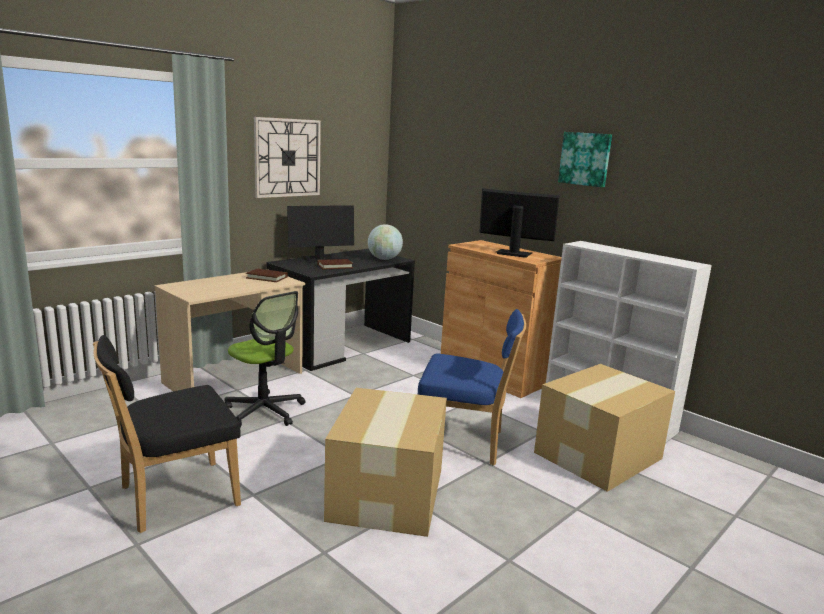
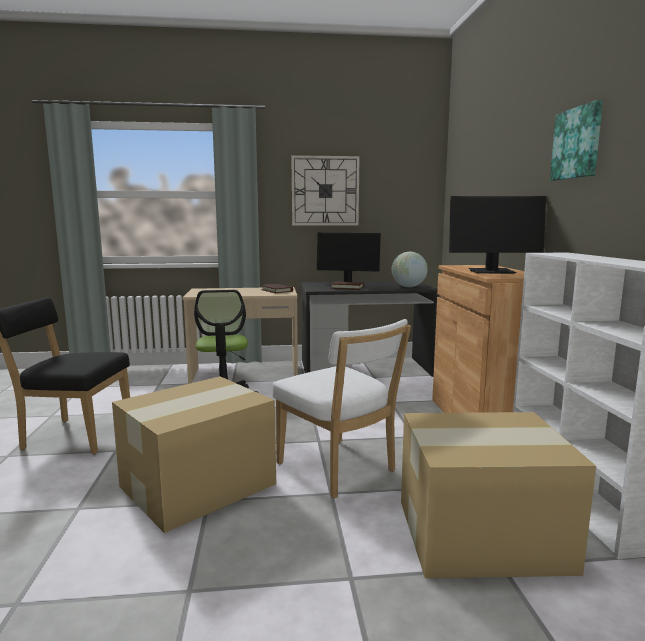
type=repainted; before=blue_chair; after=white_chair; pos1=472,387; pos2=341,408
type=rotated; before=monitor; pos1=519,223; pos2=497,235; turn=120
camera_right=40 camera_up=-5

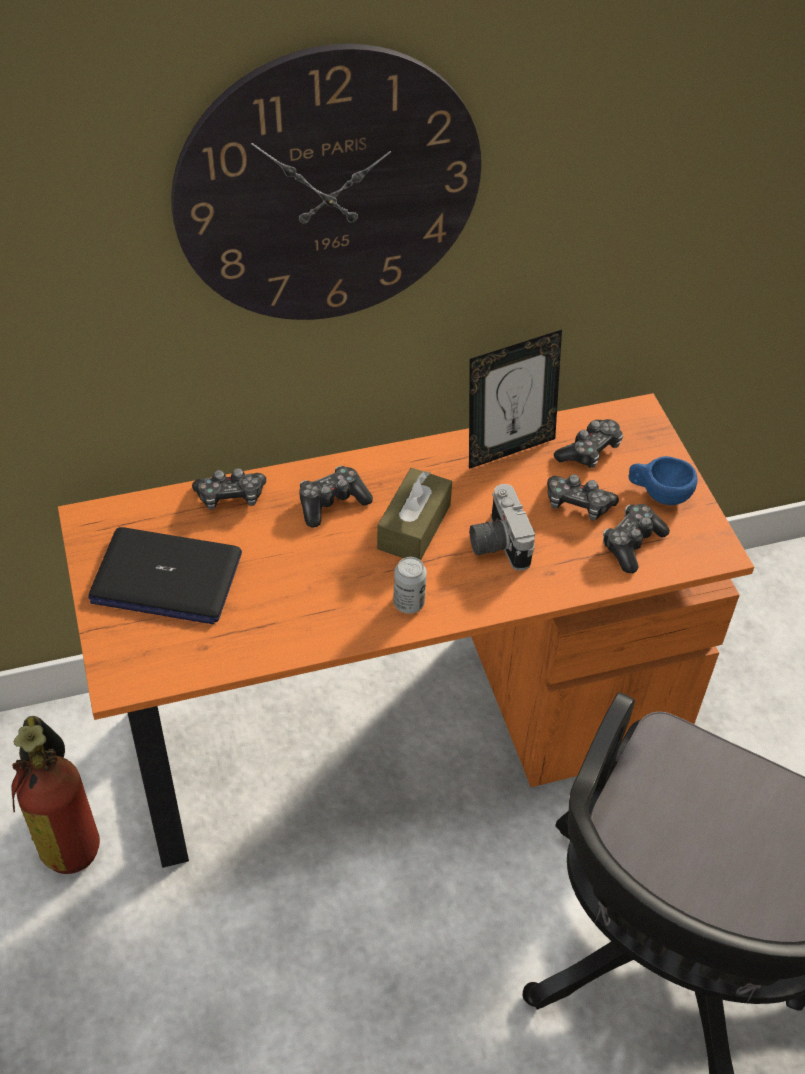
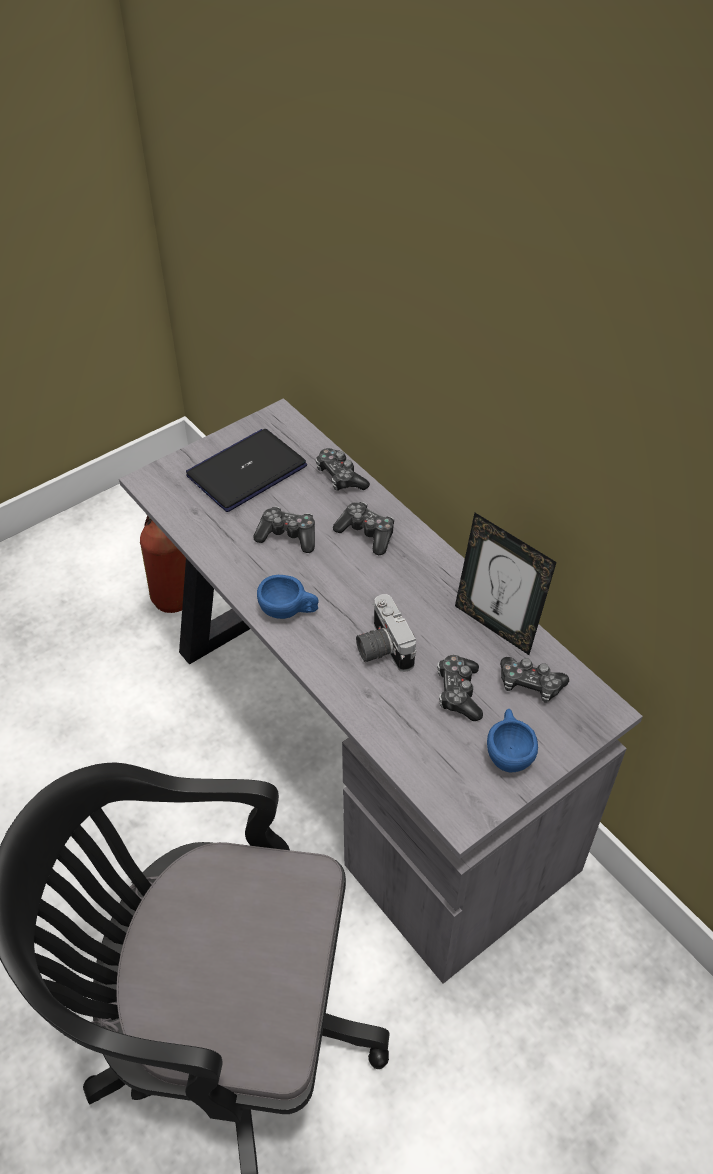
type=repainted; before=orange_desk; after=grey_desk; pos1=406,630; pos2=381,691
type=rotated; before=laptop; pos1=165,575; pos2=246,470; turn=60
type=gone; before=wall_clock; pos1=326,182
type=gone; before=brown_tissue_box; pos1=414,514
type=swapped; before=can; after=blue_cup; pos1=410,585; pos2=288,597
type=rotated; before=photo_camera; pos1=502,527; pos2=386,633; turn=-75
type=shifted; before=game_controller; pos1=636,538; pos2=284,530
camera_right=70 camera_up=0

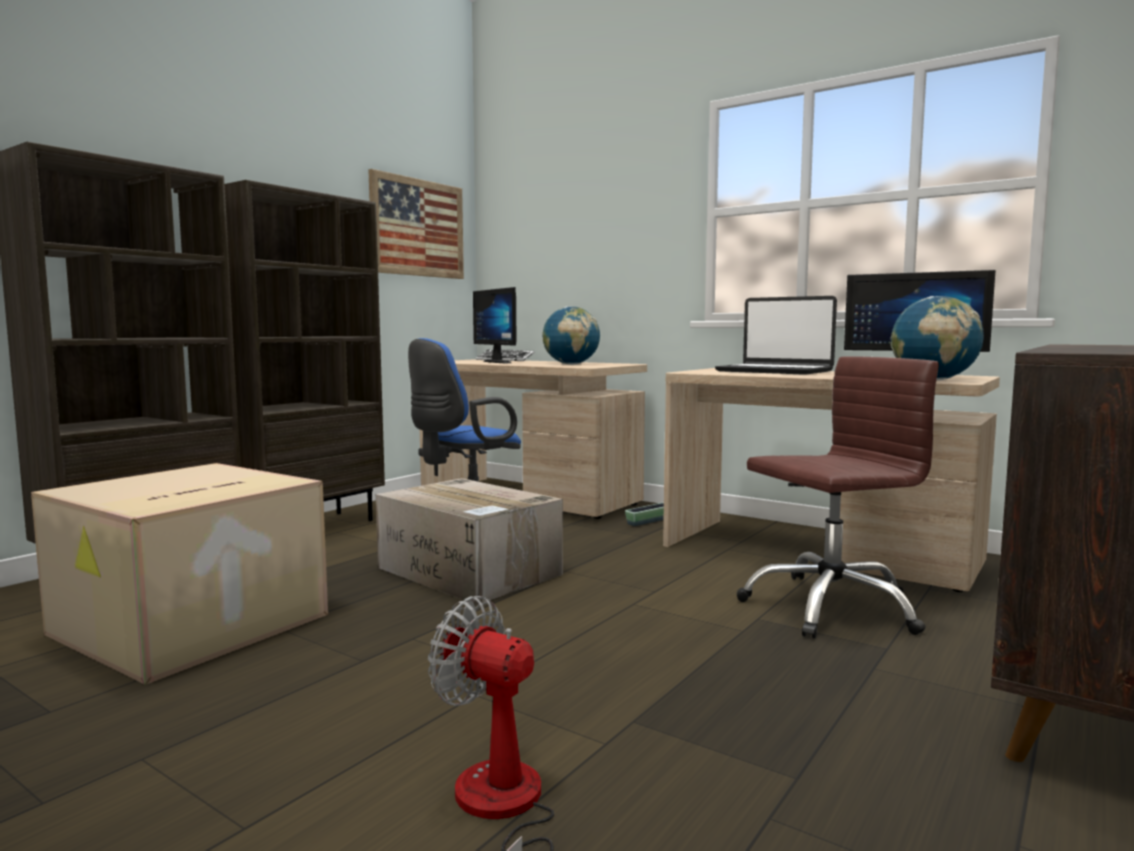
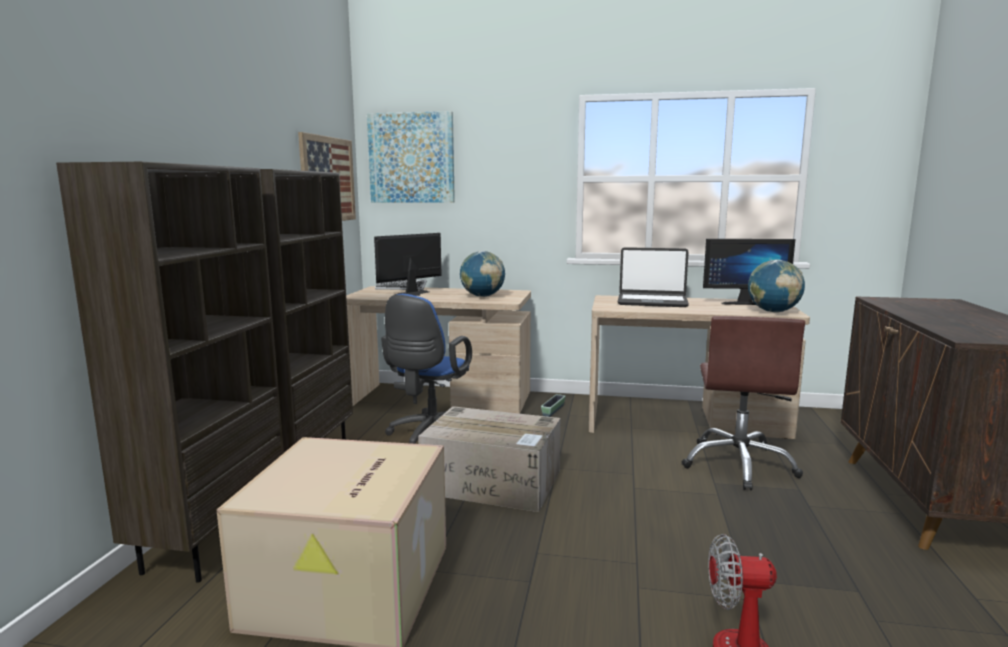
type=rotated; before=monitor; pos1=494,325; pos2=408,264; turn=105
type=rotated; before=brown_office_chair; pos1=838,497; pos2=743,403; turn=150
type=new; after=picture; pos2=411,157
camera_right=-25 camera_up=5

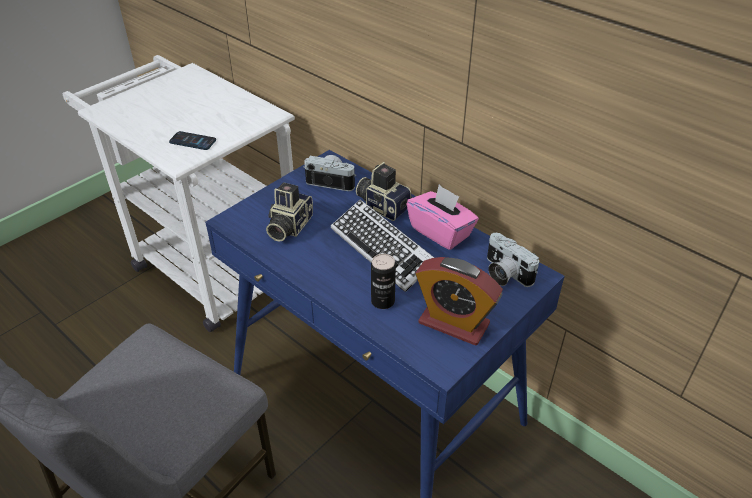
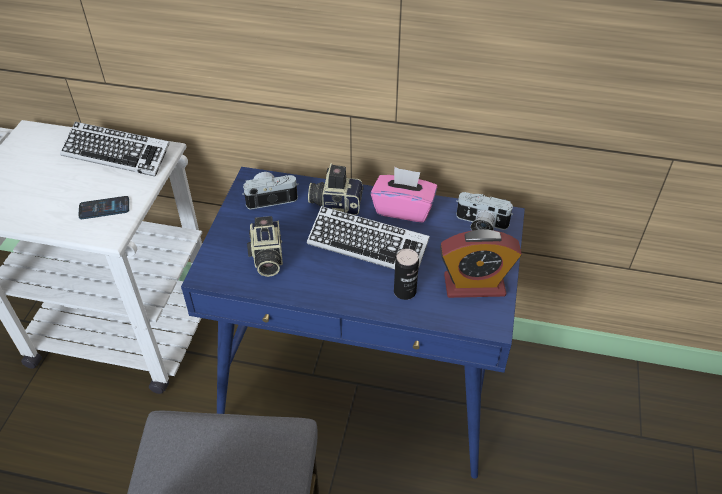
type=new; after=keyboard; pos2=115,149
camera_right=-30 camera_up=5

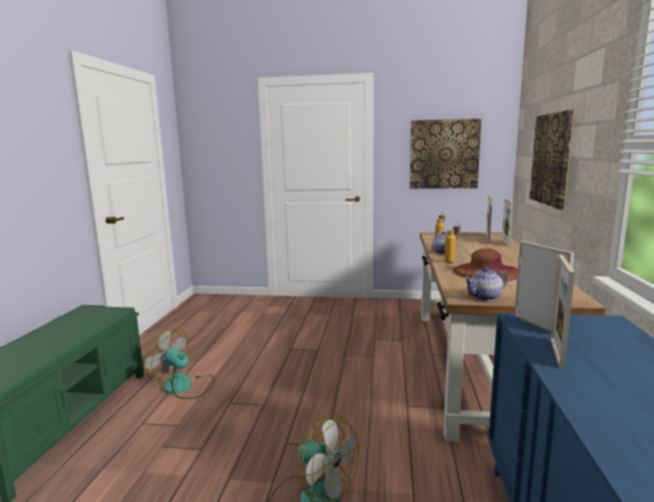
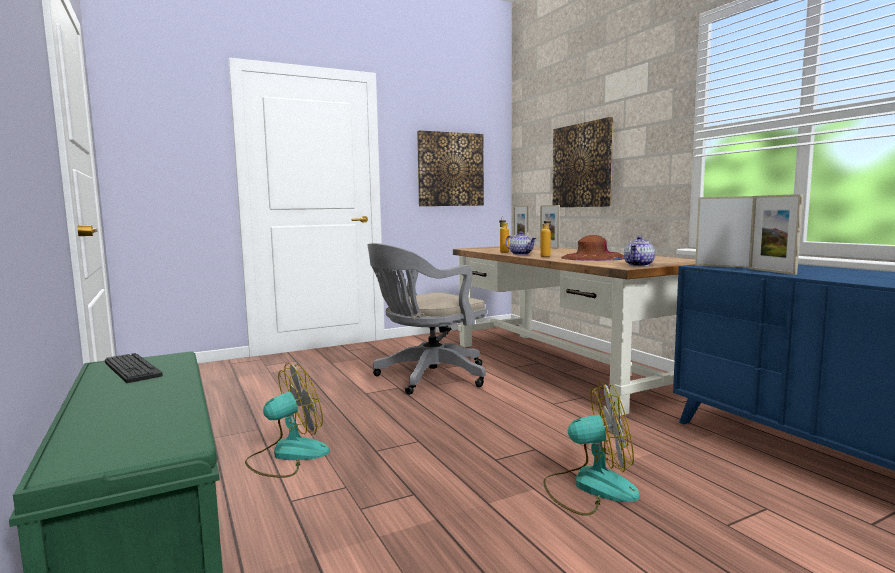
type=rotated; before=fan; pos1=179,363; pos2=287,420; turn=150
type=new; after=keyboard; pos2=134,368
type=new; after=grey_office_chair; pos2=427,319
camera_right=-35 camera_up=-5

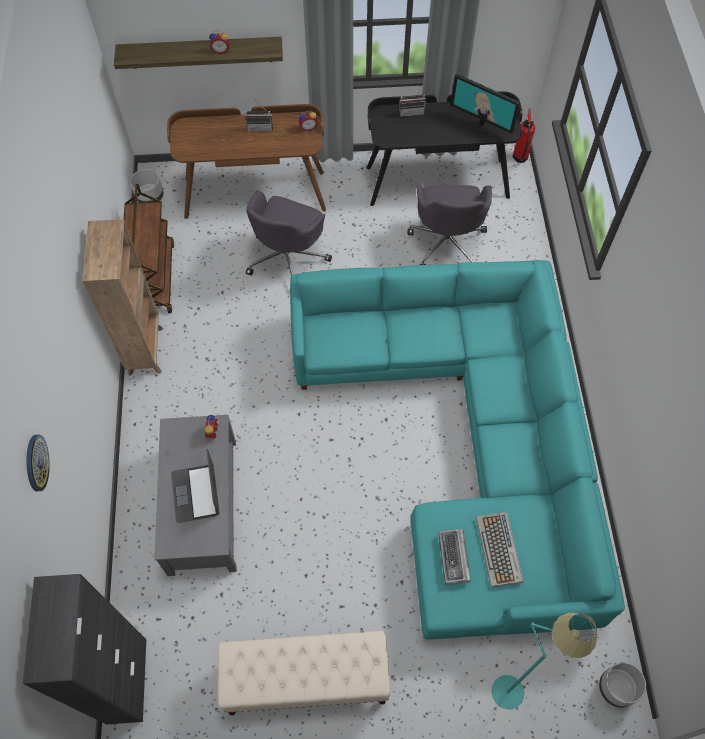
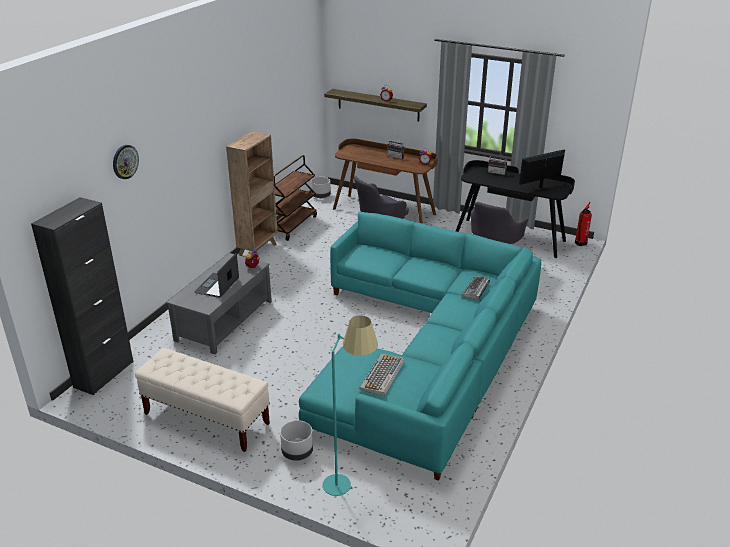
type=shifted; before=keyboard; pos1=454,557; pos2=476,288
type=rotated; before=monitor; pos1=485,104; pos2=542,170; turn=90
type=shifted; before=grey_planter; pos1=622,685; pos2=296,440
camera_right=30 camera_up=-30

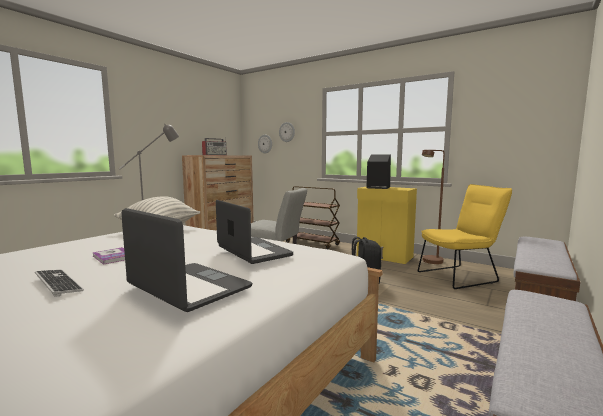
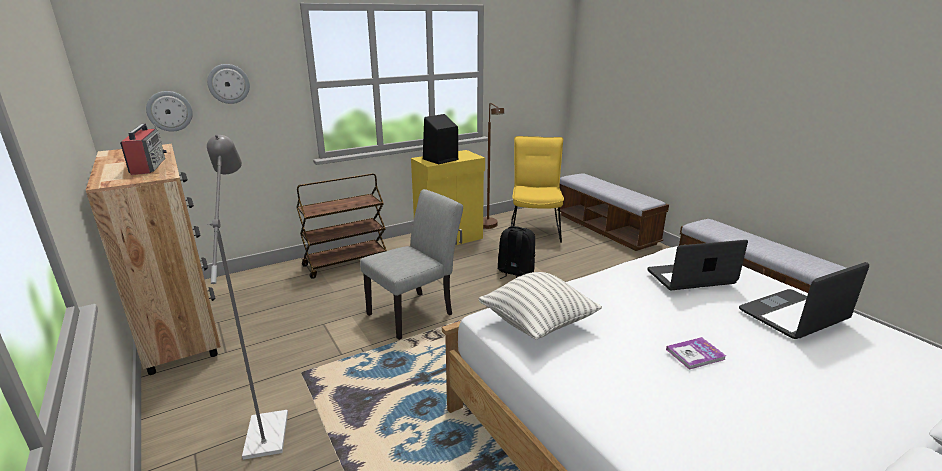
type=gone; before=keyboard; pos1=59,283
camera_right=-65 camera_up=15

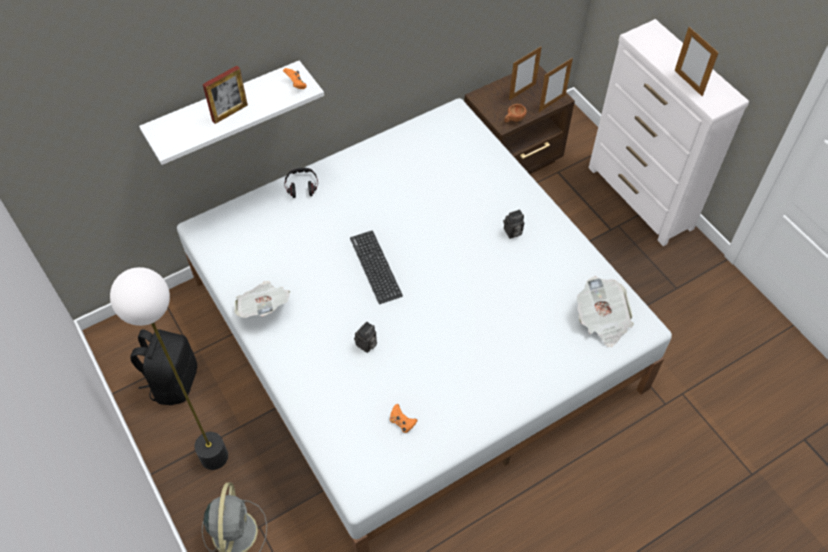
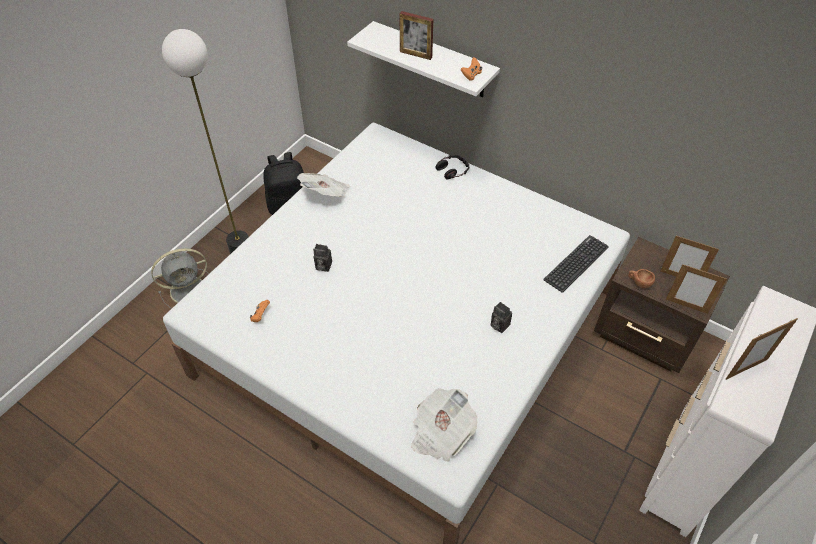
type=shifted; before=keyboard; pos1=376,267; pos2=576,264
type=rotated; before=picture_frame; pos1=697,61; pos2=762,349; turn=-150
camera_right=65 camera_up=-5

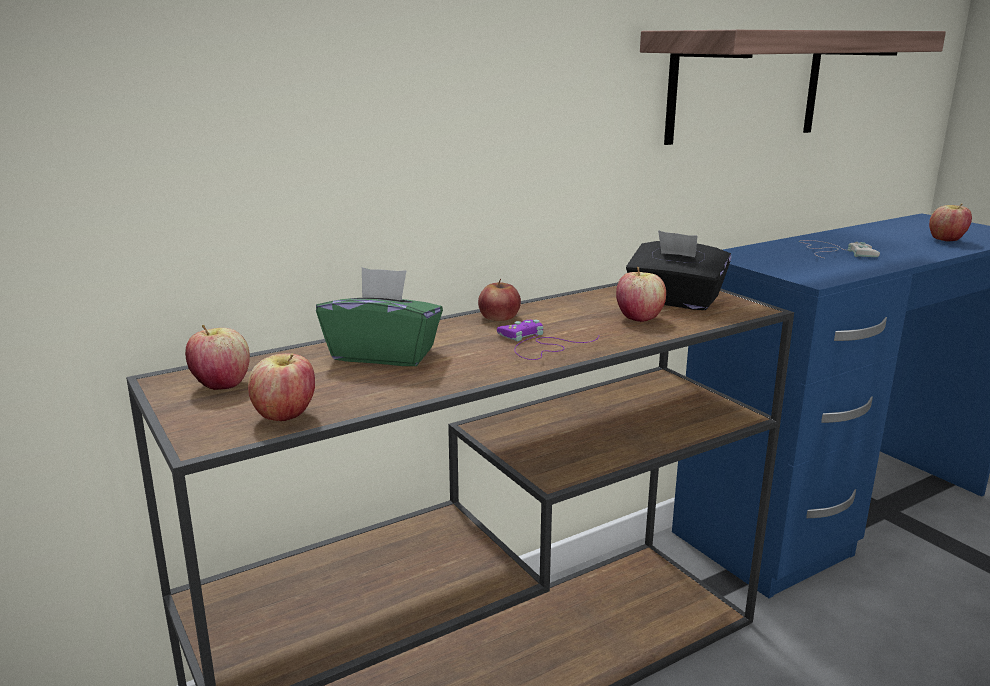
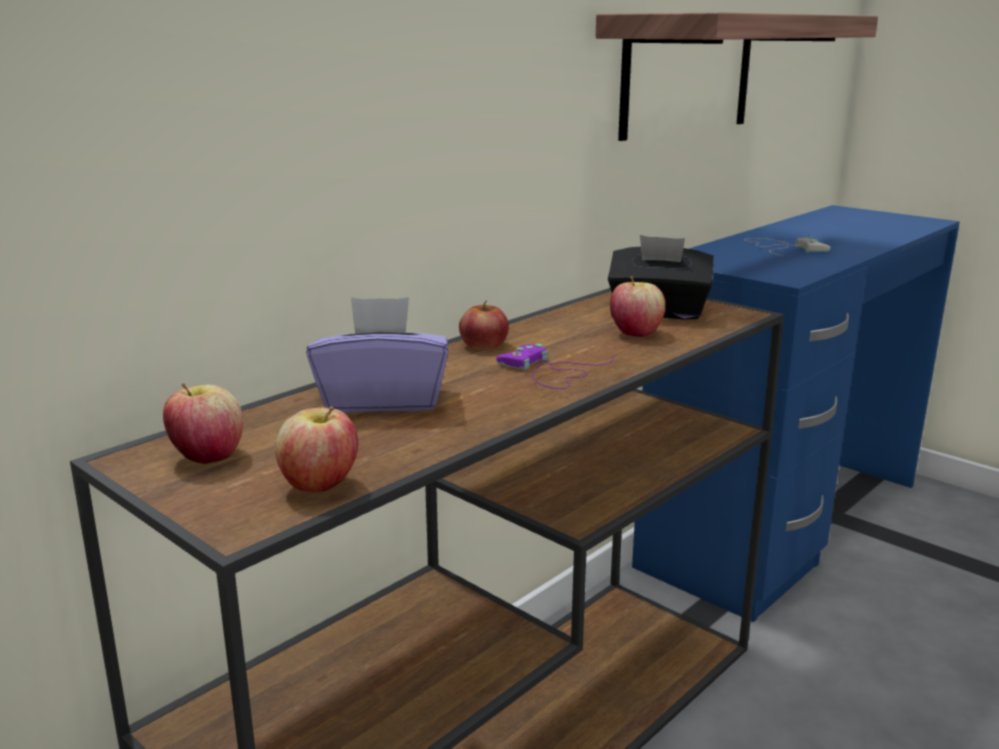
type=repainted; before=green_tissue_box; after=purple_tissue_box; pos1=379,316; pos2=377,355
type=gone; before=apple; pos1=950,222
camera_right=-15 camera_up=0

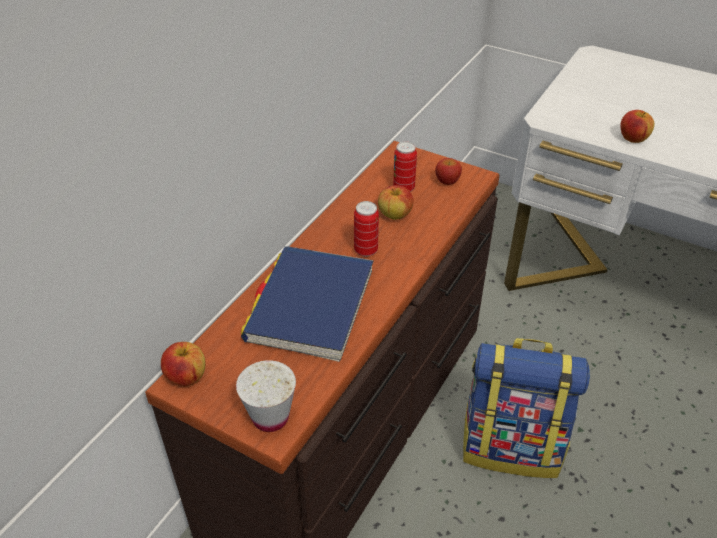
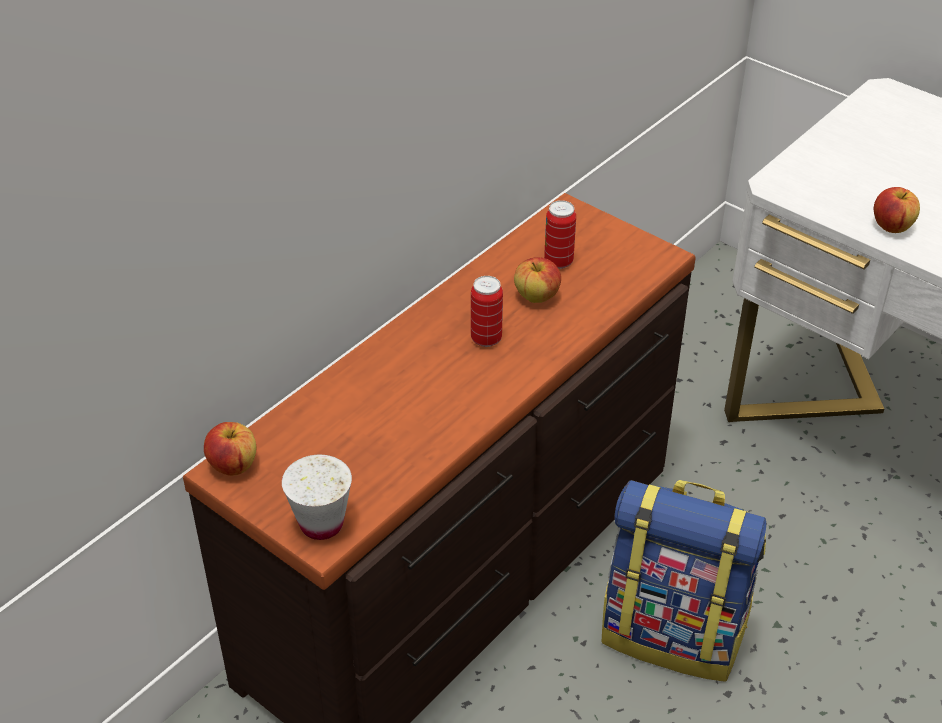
type=gone; before=blue_book; pos1=307,304
type=gone; before=apple; pos1=448,171
camera_right=10 camera_up=0

